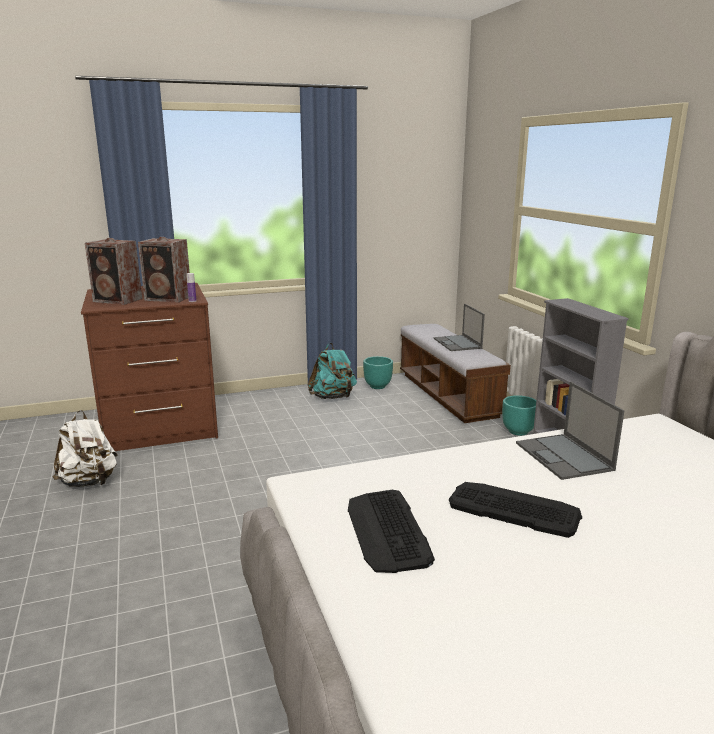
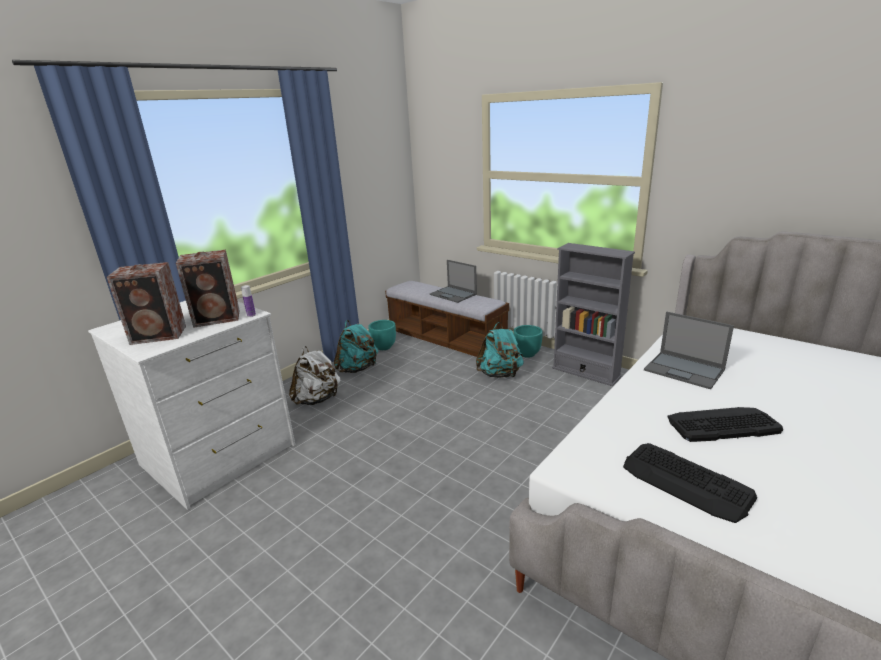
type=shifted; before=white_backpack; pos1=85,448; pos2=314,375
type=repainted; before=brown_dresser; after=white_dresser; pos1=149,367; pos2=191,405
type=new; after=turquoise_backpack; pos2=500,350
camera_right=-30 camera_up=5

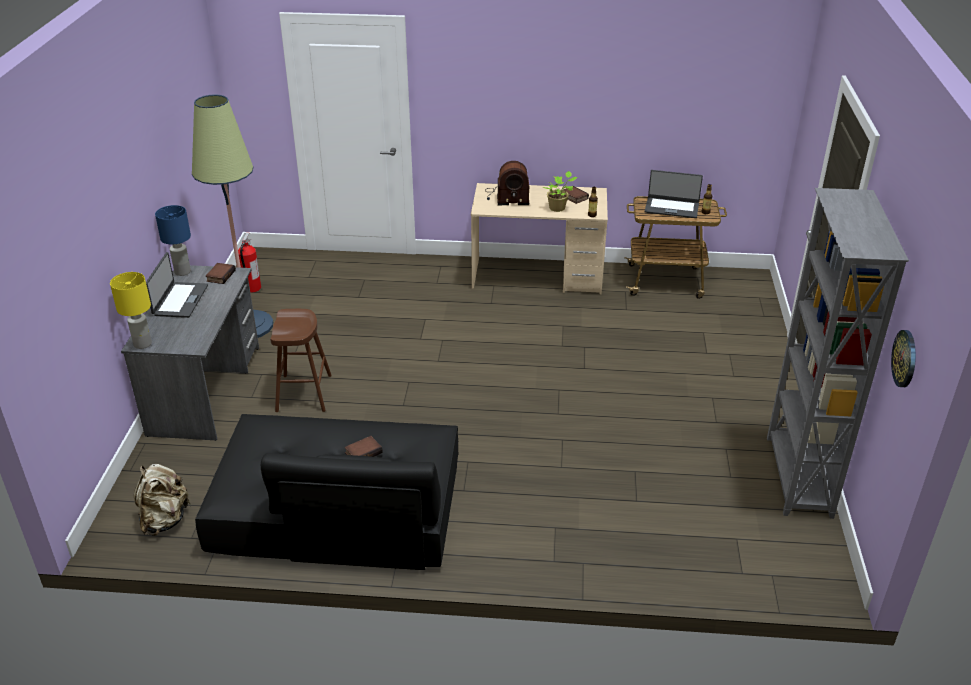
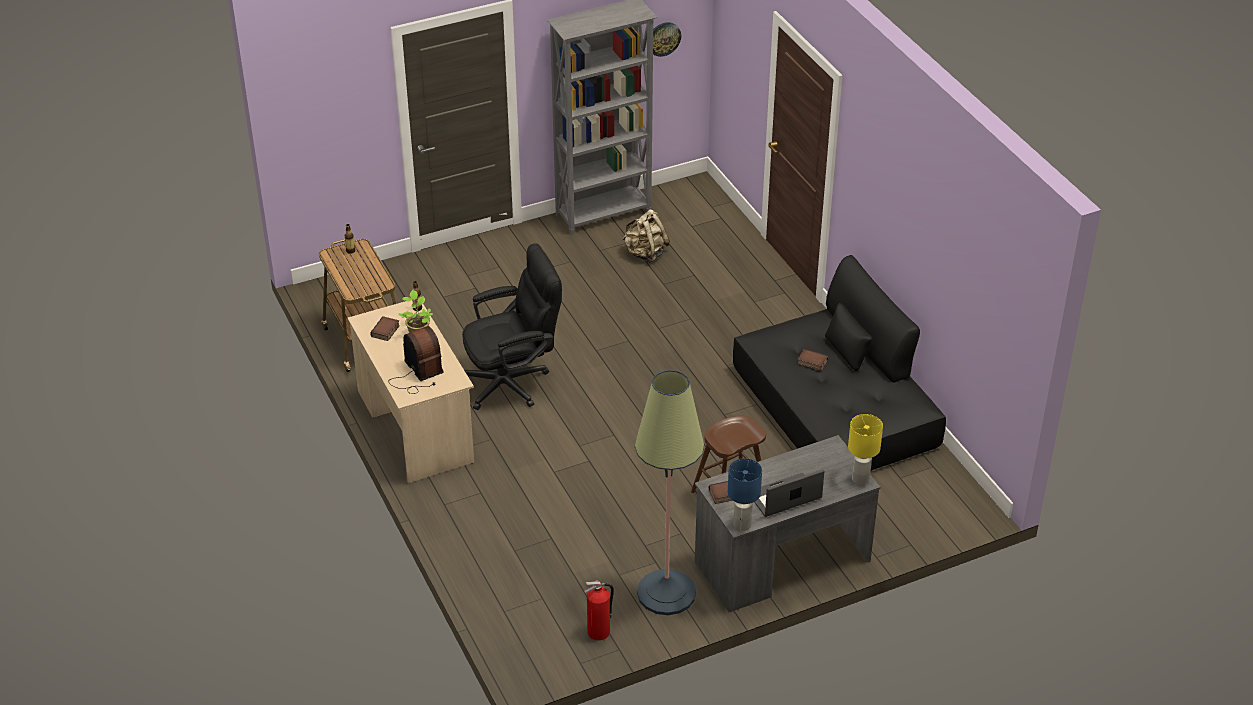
type=shifted; before=beige_backpack; pos1=162,500; pos2=646,236
type=gone; before=laptop; pos1=674,194
type=new; after=black_office_chair; pos2=512,326
camera_right=-120 camera_up=5

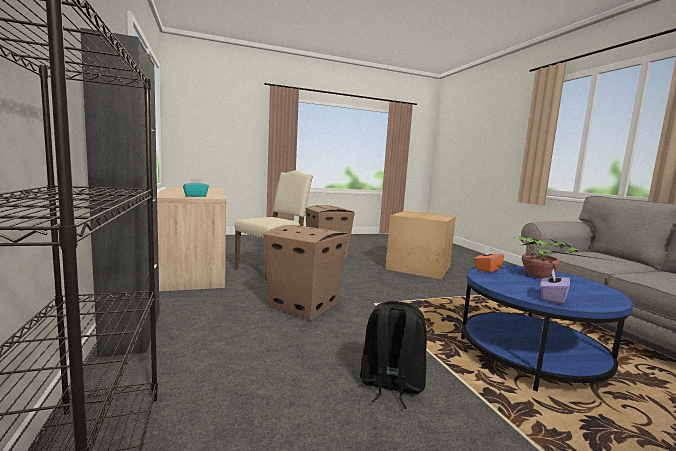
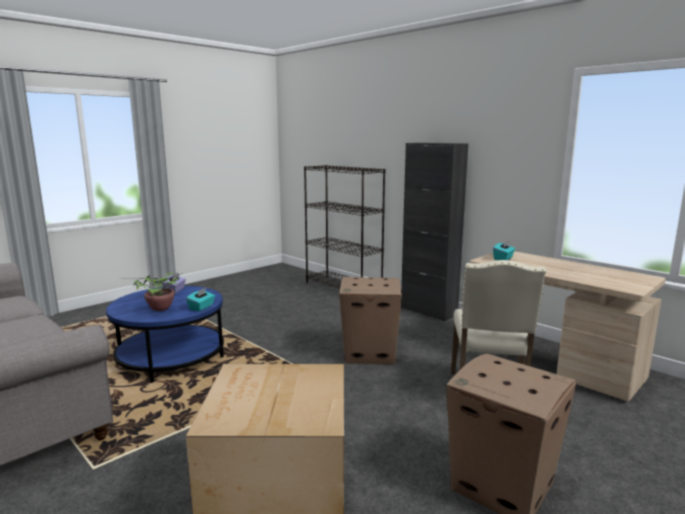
type=gone; before=black_backpack; pos1=393,355
type=repainted; before=orange_tissue_box; after=turquoise_tissue_box; pos1=489,259; pos2=200,299
camera_right=155 camera_up=5

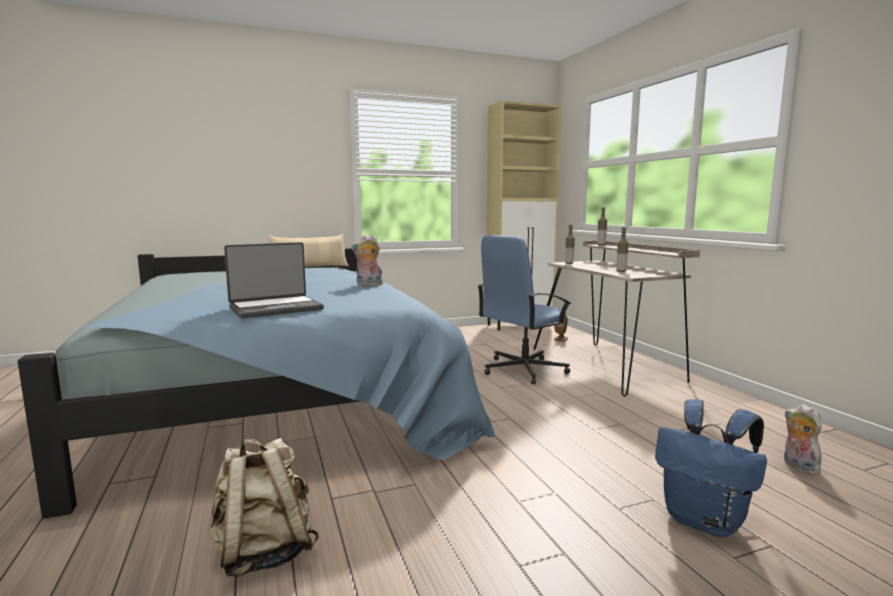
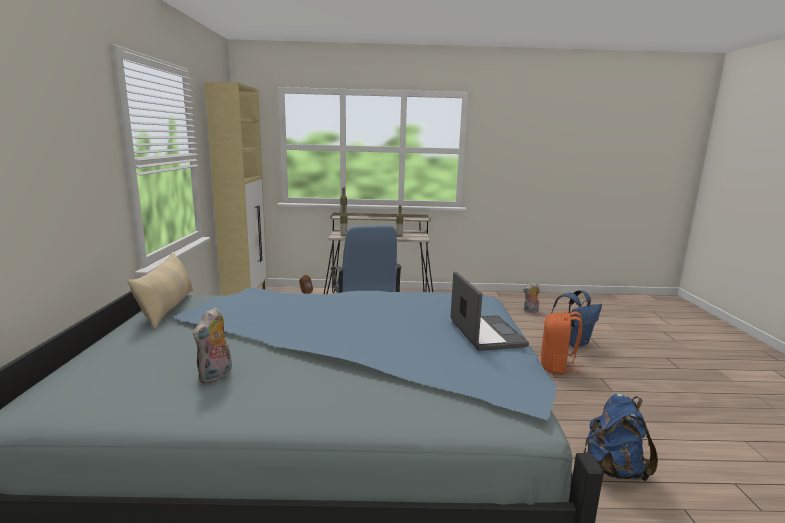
type=repainted; before=beige_backpack; after=blue_backpack; pos1=264,507; pos2=621,437
type=shifted; before=plush_toy; pos1=367,260; pos2=212,345
type=new; after=orange_backpack; pos2=562,343
camera_right=-70 camera_up=5

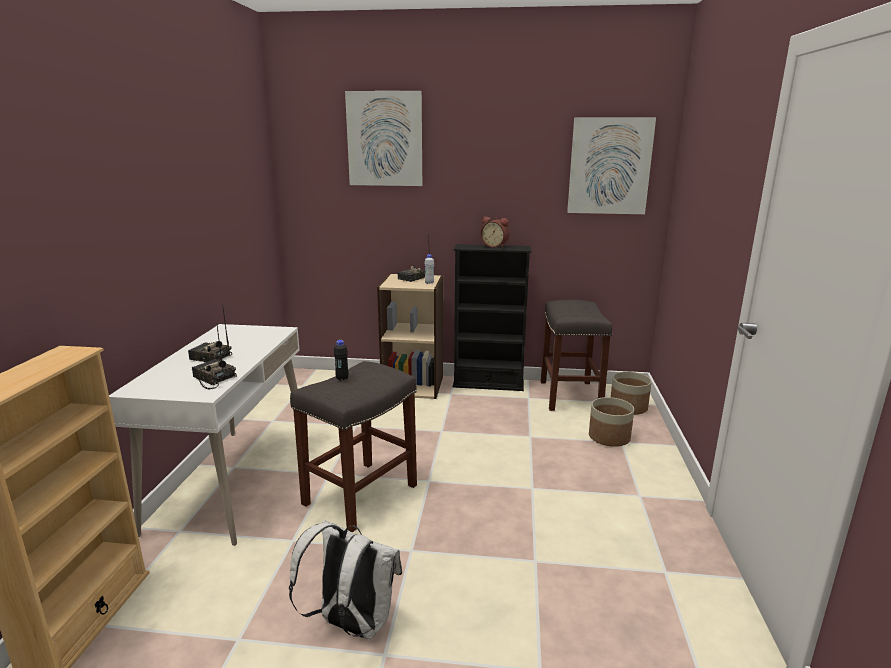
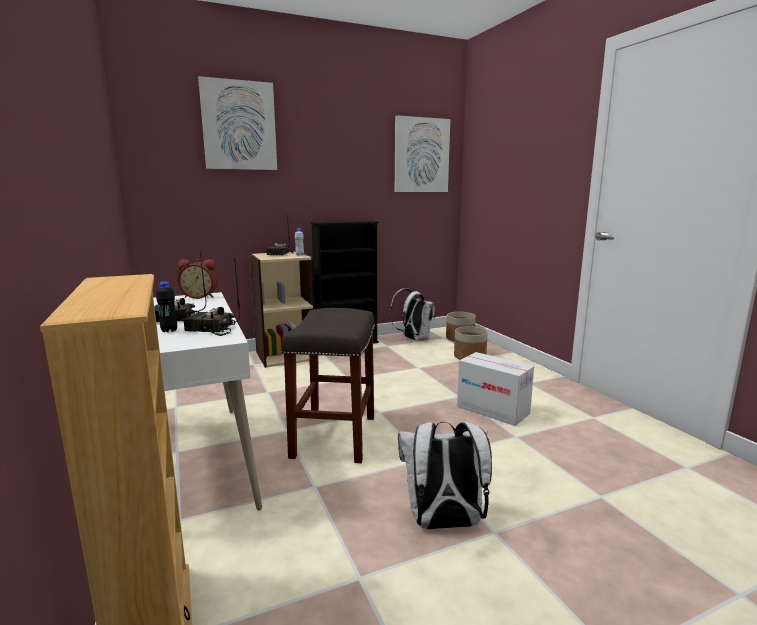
type=shifted; before=black_bottle; pos1=341,360; pos2=166,306
type=shifted; before=alarm_clock; pos1=495,232; pos2=198,279
type=swapped; before=grey_stool; after=white_backpack; pos1=576,355; pos2=412,314
type=new; after=cardboard_box; pos2=495,389
camera_right=-30 camera_up=-5

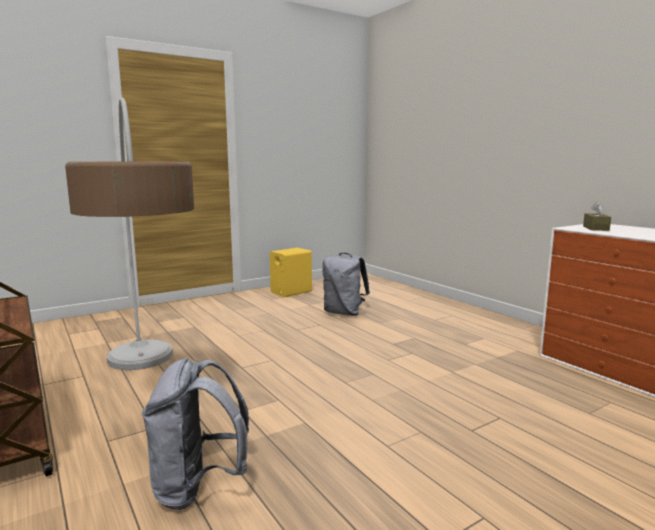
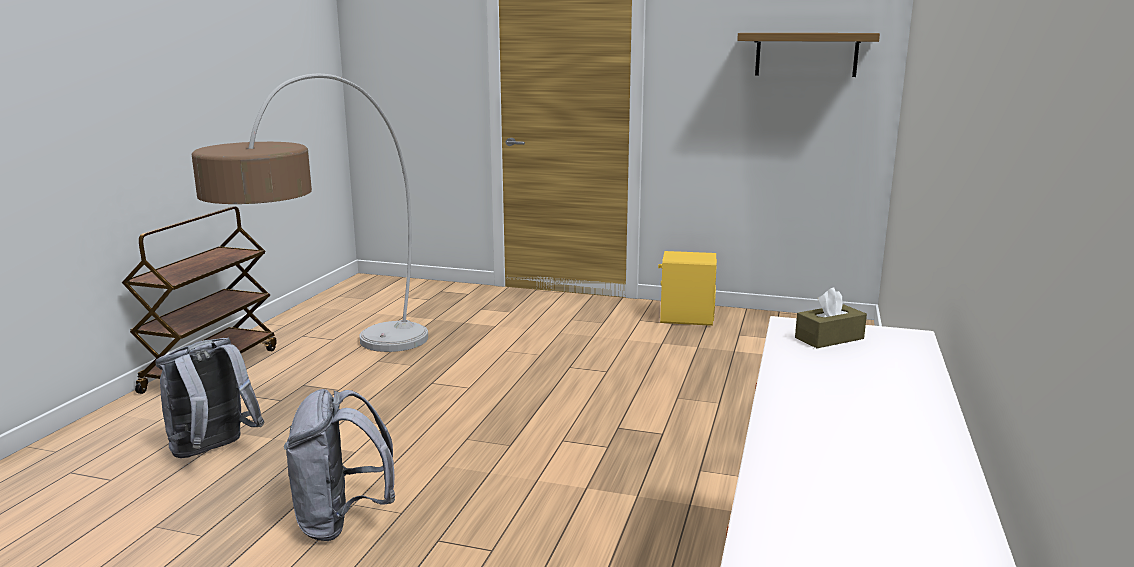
type=shifted; before=grey_backpack; pos1=346,284; pos2=339,465
type=new; after=shelf; pos2=808,55
camera_right=50 camera_up=5

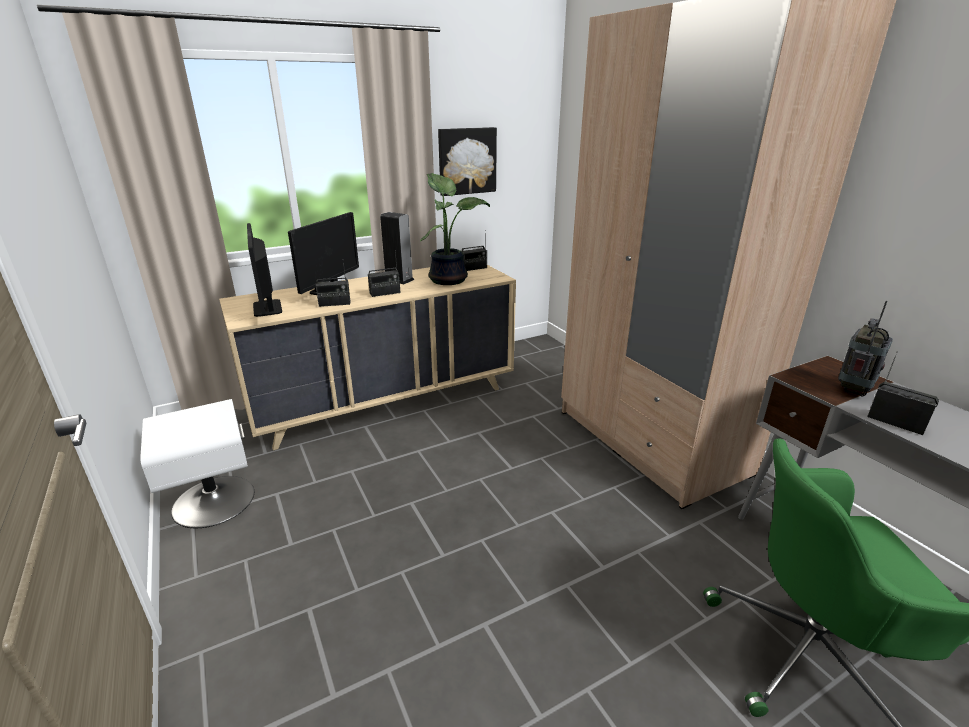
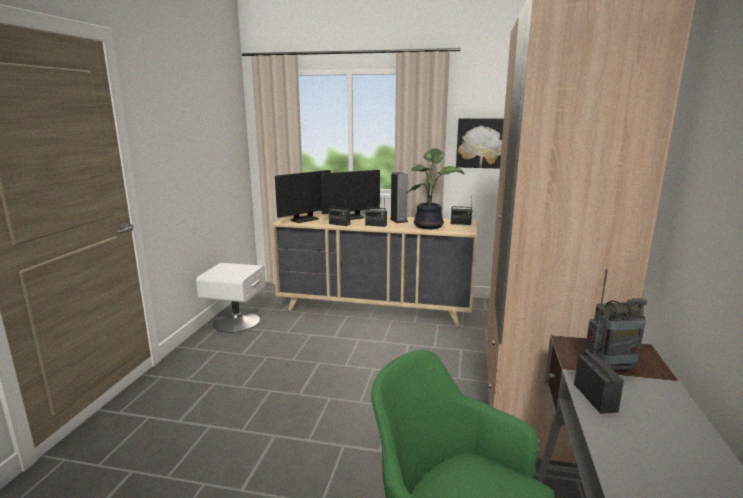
type=rotated; before=monitor; pos1=264,270; pos2=303,196; turn=-150
camera_right=40 camera_up=-10

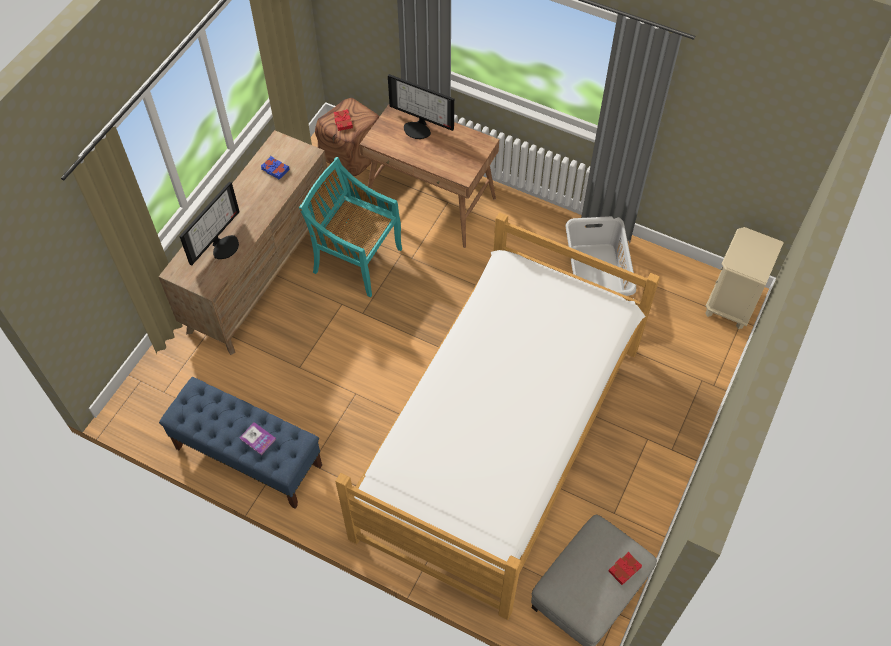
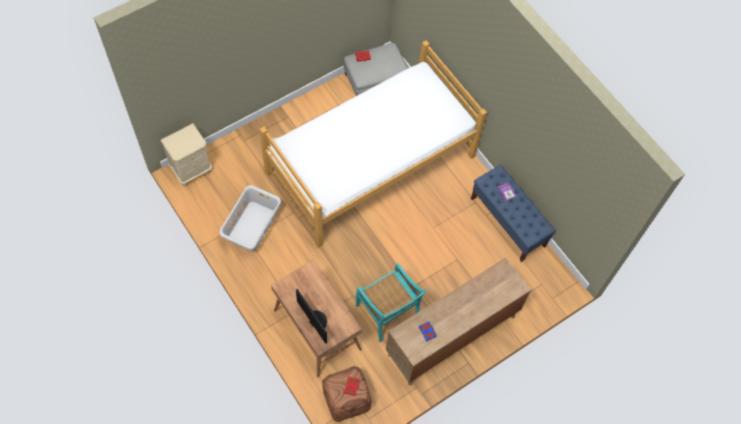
type=gone; before=monitor; pos1=209,224
camera_right=-155 camera_up=5

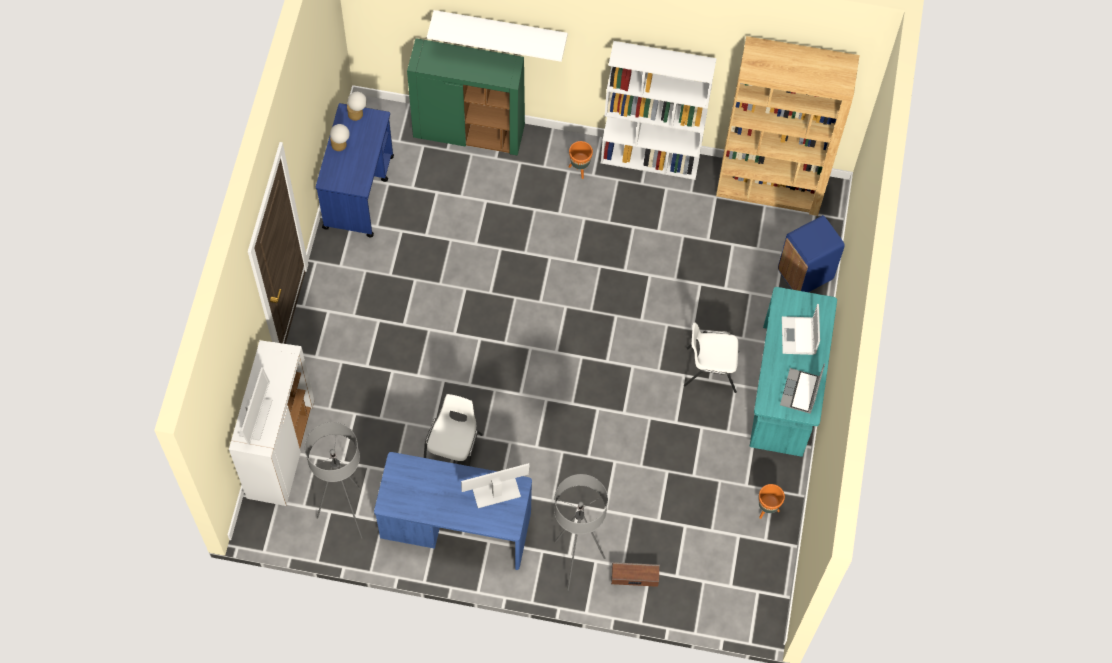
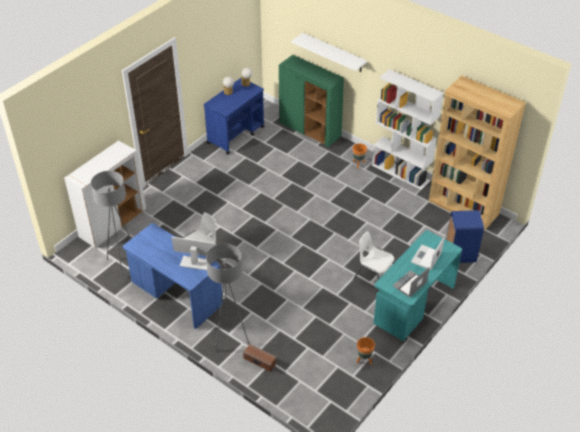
type=gone; before=monitor; pos1=255,406
camera_right=30 camera_up=-20

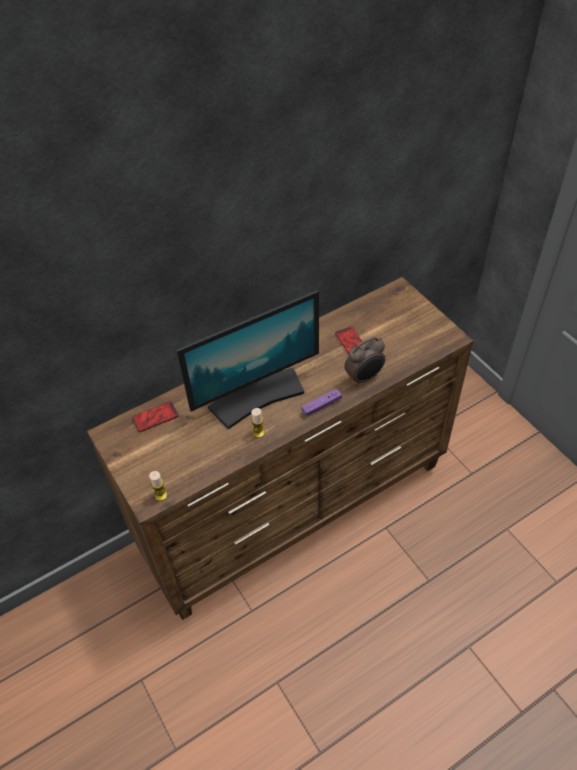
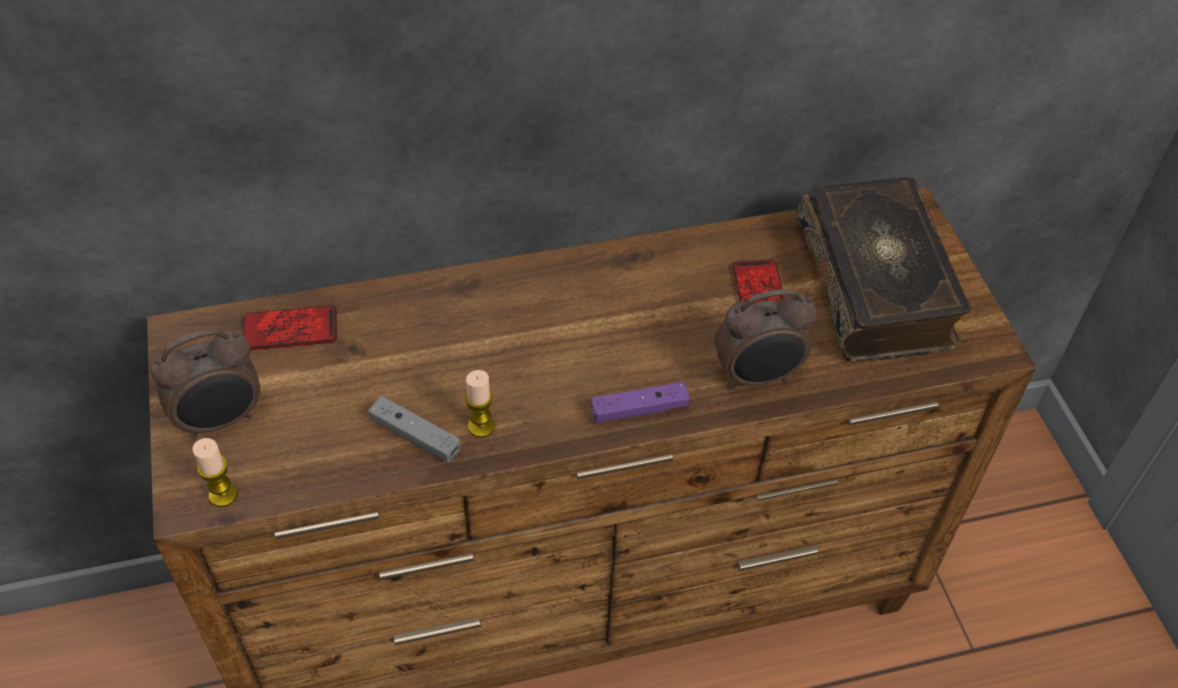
type=gone; before=monitor; pos1=247,359
type=new; after=alarm_clock; pos2=206,384
type=new; after=grey_game_controller; pos2=414,429
type=new; after=book; pos2=883,270
camera_right=15 camera_up=0

